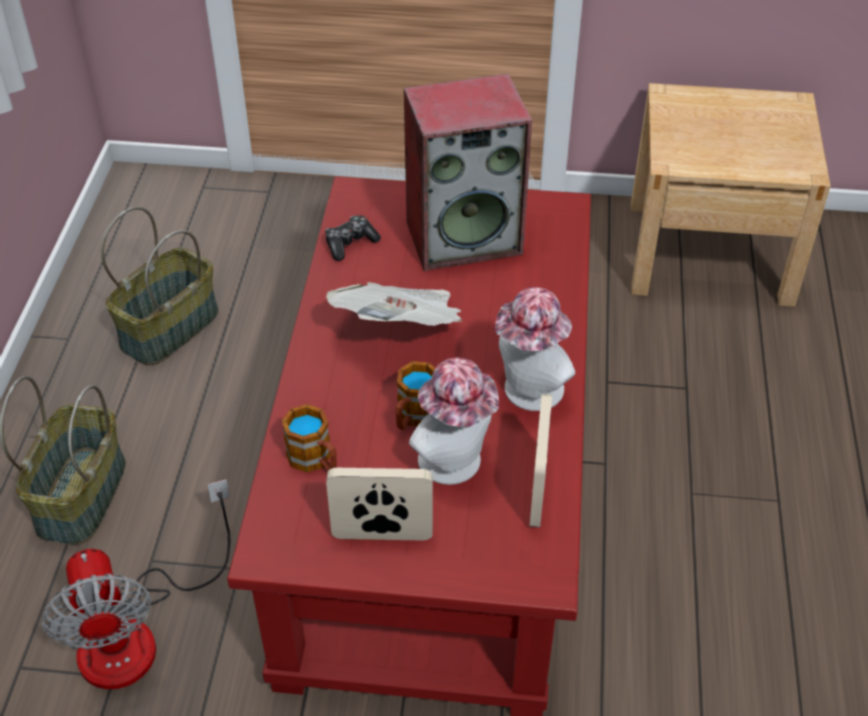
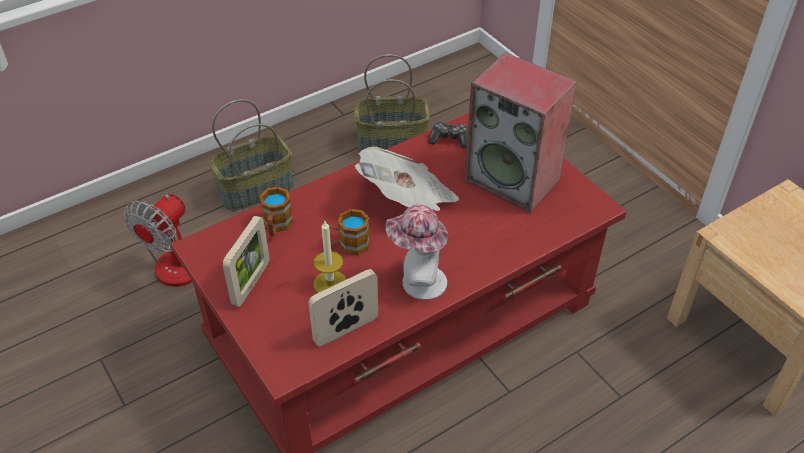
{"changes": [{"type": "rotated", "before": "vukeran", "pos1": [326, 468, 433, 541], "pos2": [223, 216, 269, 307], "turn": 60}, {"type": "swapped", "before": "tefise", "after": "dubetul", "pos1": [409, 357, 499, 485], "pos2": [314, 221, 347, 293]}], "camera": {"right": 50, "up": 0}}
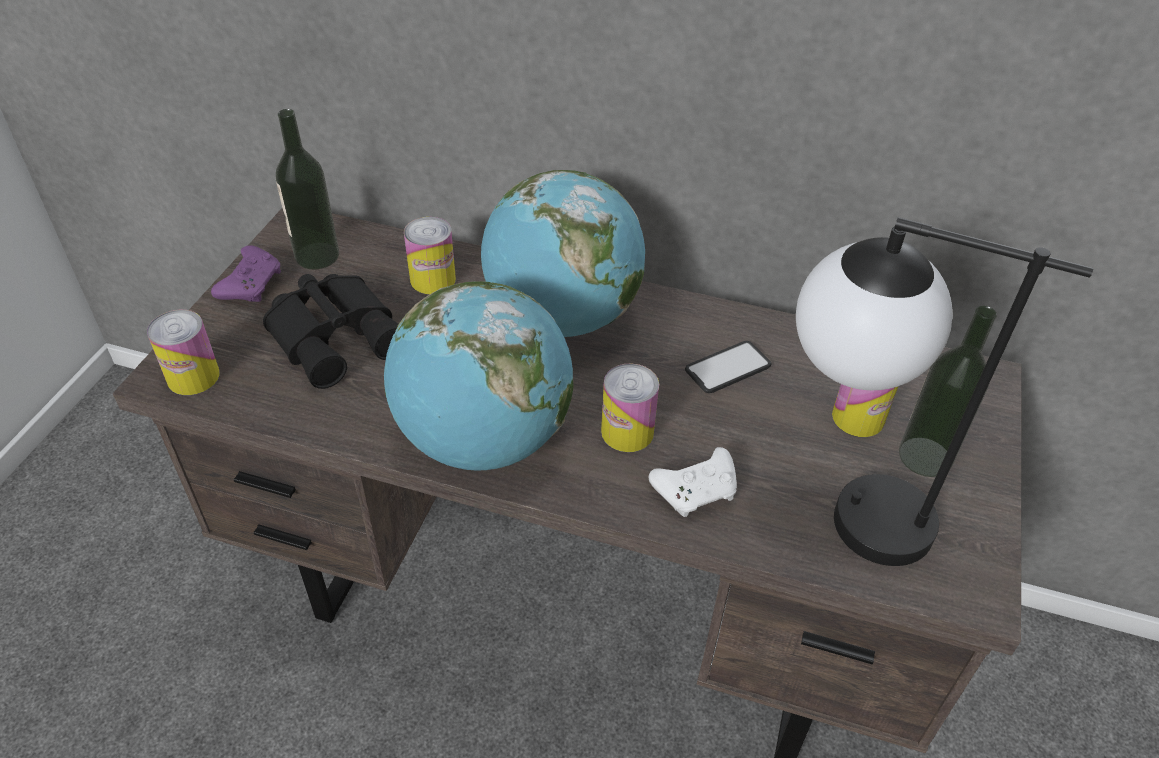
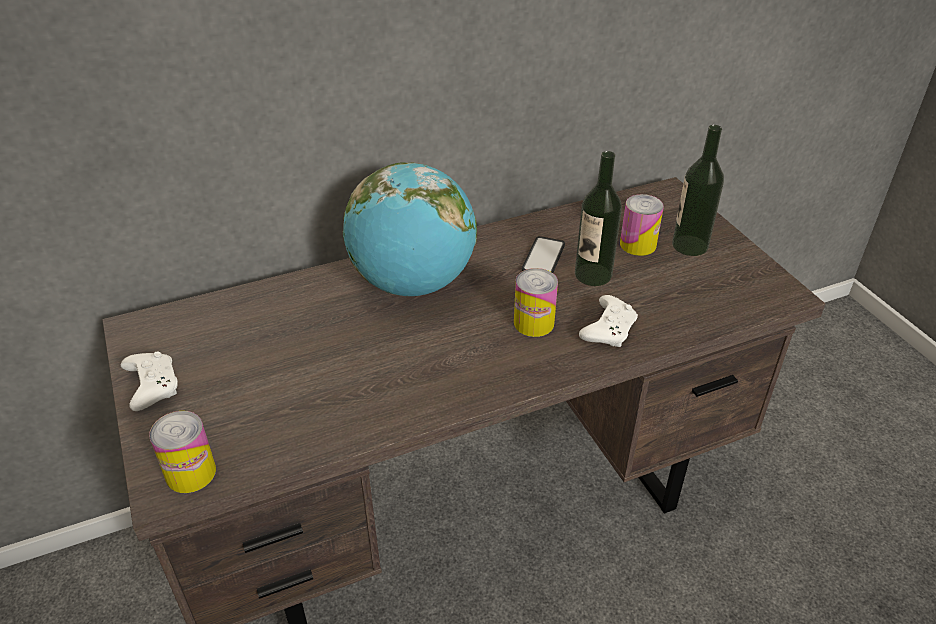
{"changes": [{"type": "repainted", "before": "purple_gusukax", "after": "white_gusukax", "pos1": [211, 245, 281, 302], "pos2": [121, 352, 178, 411]}, {"type": "shifted", "before": "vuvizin", "pos1": [276, 109, 339, 270], "pos2": [575, 151, 622, 286]}, {"type": "gone", "before": "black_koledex", "pos1": [263, 274, 398, 389]}, {"type": "gone", "before": "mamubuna", "pos1": [384, 281, 573, 470]}, {"type": "gone", "before": "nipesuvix", "pos1": [404, 217, 456, 294]}, {"type": "gone", "before": "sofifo", "pos1": [796, 217, 1093, 566]}], "camera": {"right": -40, "up": -5}}
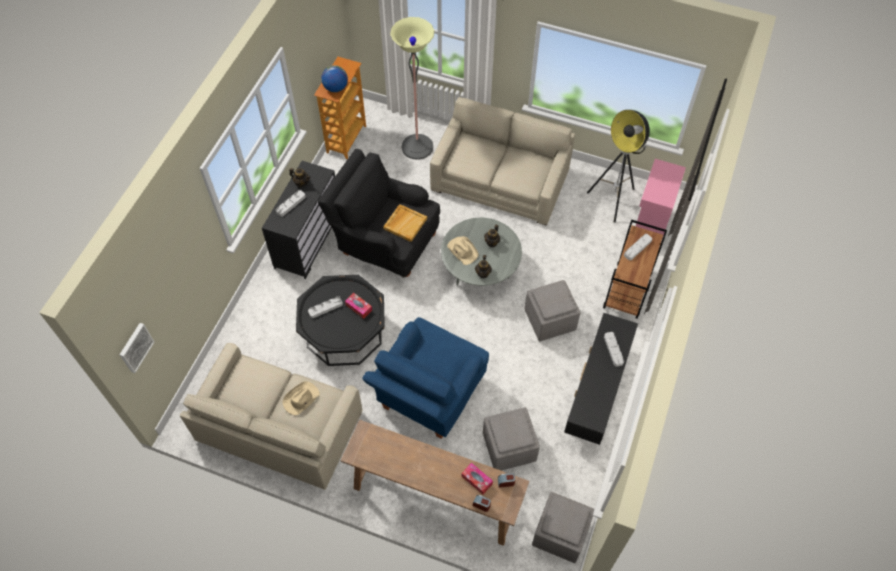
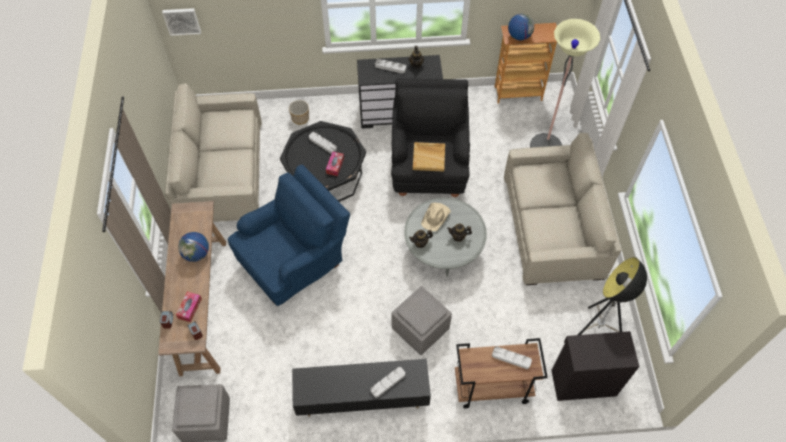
{"changes": [{"type": "new", "after": "mamubuna", "pos2": [178, 232, 209, 262]}, {"type": "rotated", "before": "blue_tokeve", "pos1": [362, 317, 489, 439], "pos2": [228, 164, 350, 306], "turn": 135}, {"type": "new", "after": "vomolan", "pos2": [289, 100, 309, 125]}, {"type": "repainted", "before": "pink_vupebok", "after": "black_vupebok", "pos1": [636, 159, 686, 238], "pos2": [551, 331, 639, 401]}, {"type": "gone", "before": "beige_tefise", "pos1": [283, 381, 320, 416]}, {"type": "gone", "before": "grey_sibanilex", "pos1": [483, 407, 540, 471]}], "camera": {"right": 65, "up": 0}}
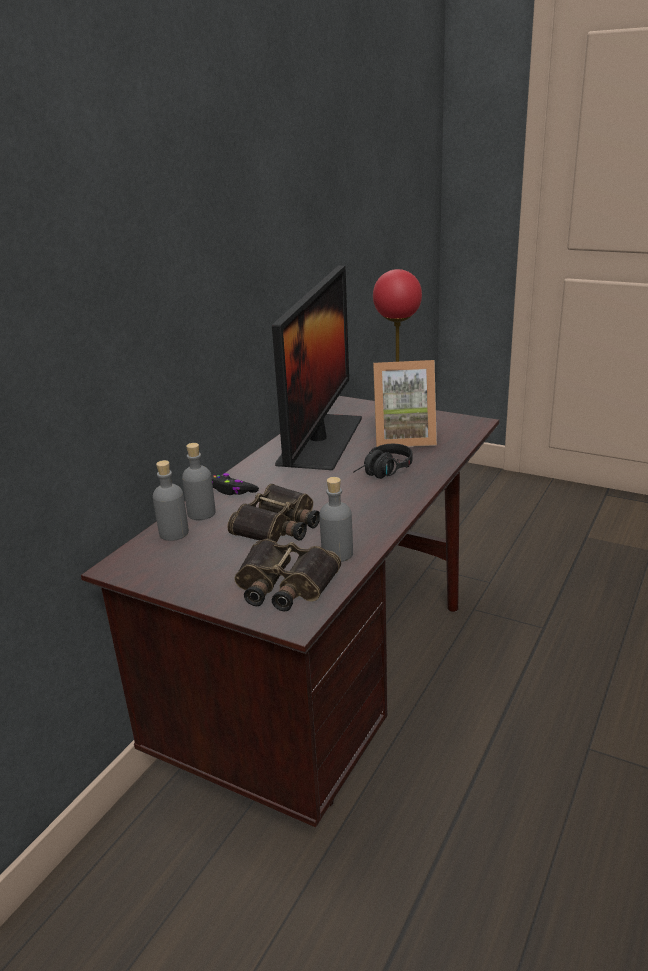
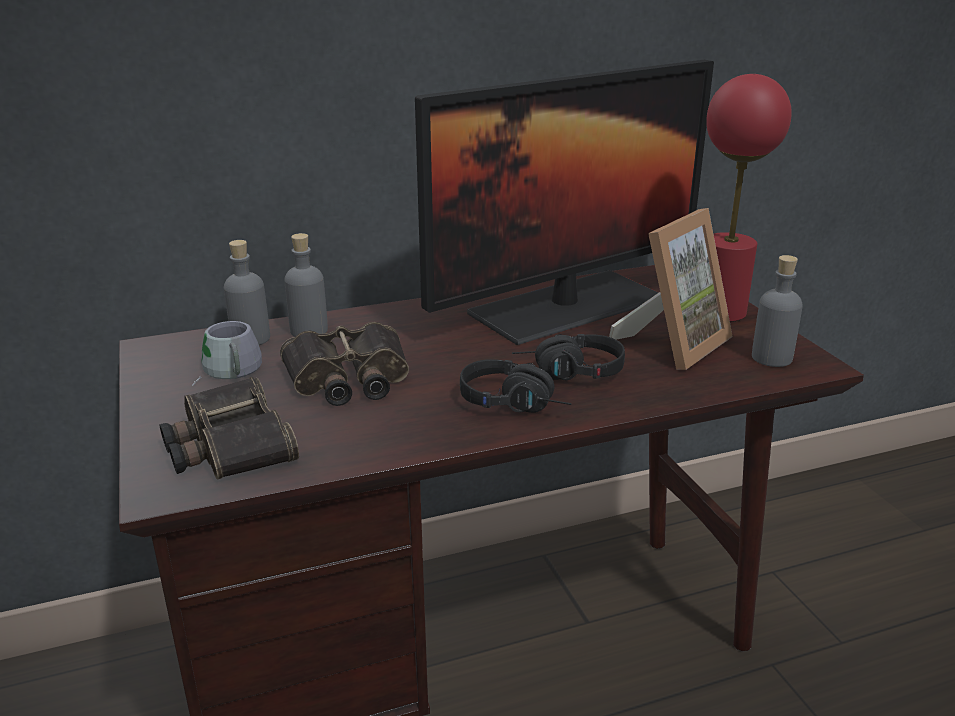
{"changes": [{"type": "new", "after": "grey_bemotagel", "pos2": [192, 321, 262, 386]}, {"type": "new", "after": "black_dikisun", "pos2": [460, 359, 572, 413]}, {"type": "rotated", "before": "vukeran", "pos1": [373, 360, 437, 447], "pos2": [609, 208, 733, 370], "turn": -90}, {"type": "shifted", "before": "grey_vuvizin", "pos1": [319, 477, 353, 562], "pos2": [752, 255, 803, 367]}, {"type": "gone", "before": "black_gusukax", "pos1": [211, 473, 259, 495]}], "camera": {"right": 40, "up": 0}}
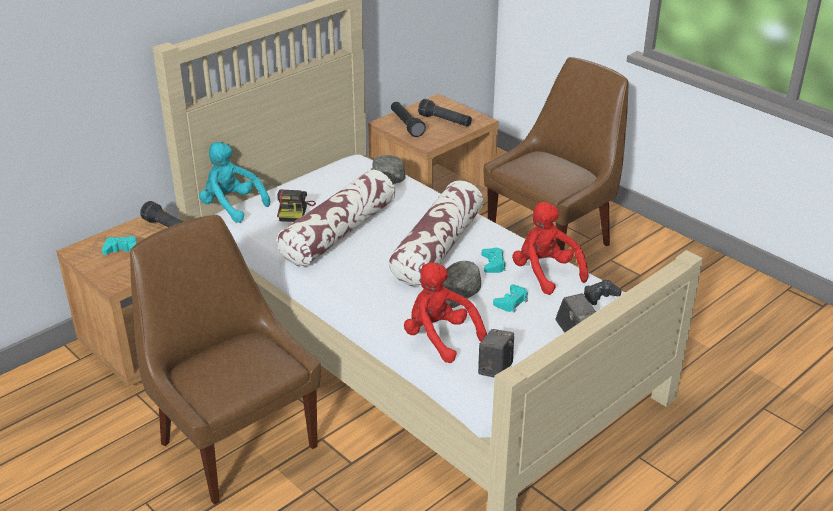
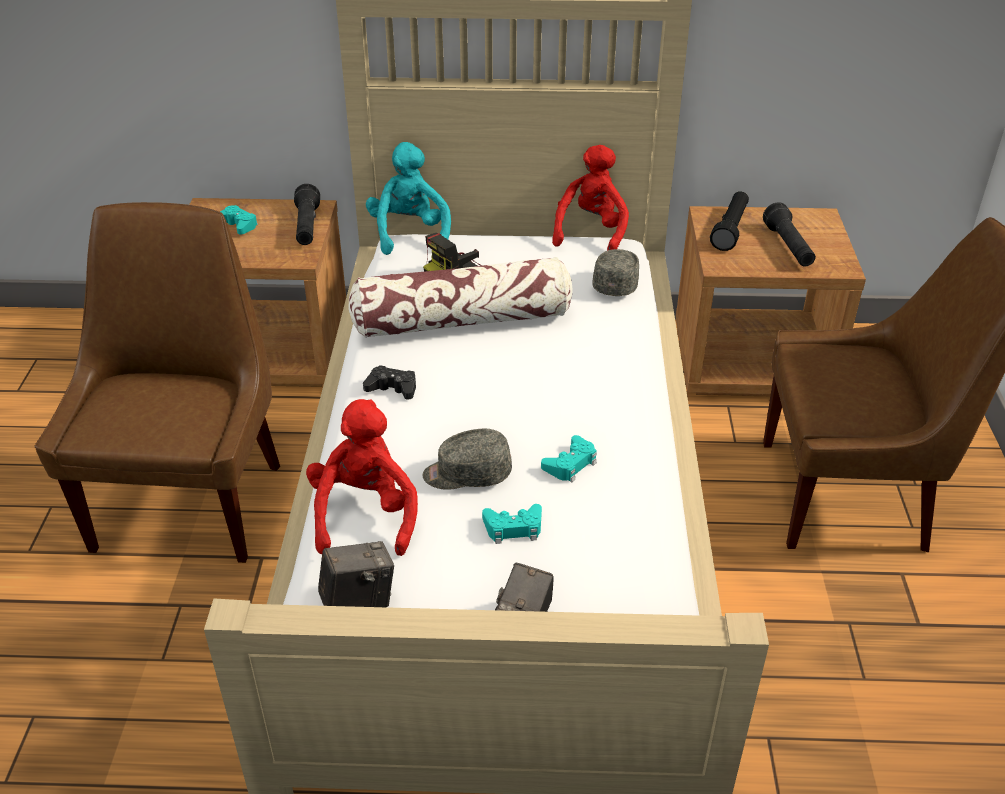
{"changes": [{"type": "shifted", "before": "black_gusukax", "pos1": [584, 279, 621, 305], "pos2": [363, 365, 416, 400]}, {"type": "shifted", "before": "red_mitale", "pos1": [512, 202, 589, 295], "pos2": [552, 145, 629, 251]}, {"type": "gone", "before": "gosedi", "pos1": [388, 180, 484, 286]}], "camera": {"right": 45, "up": 5}}
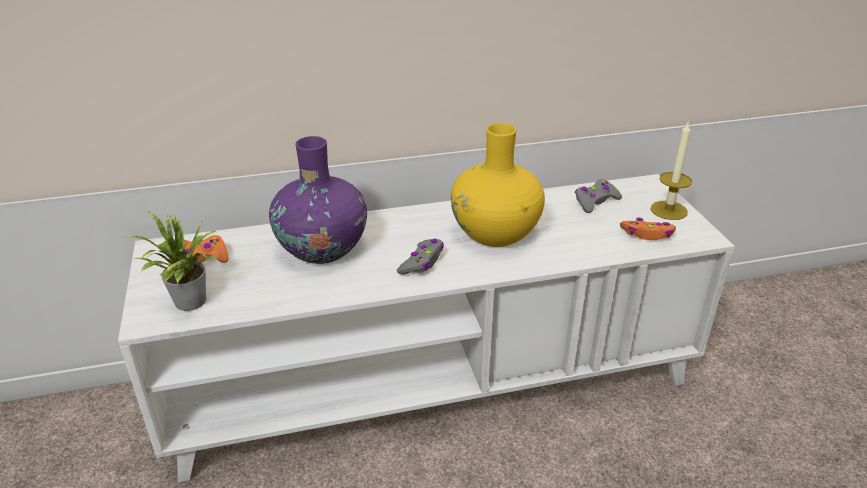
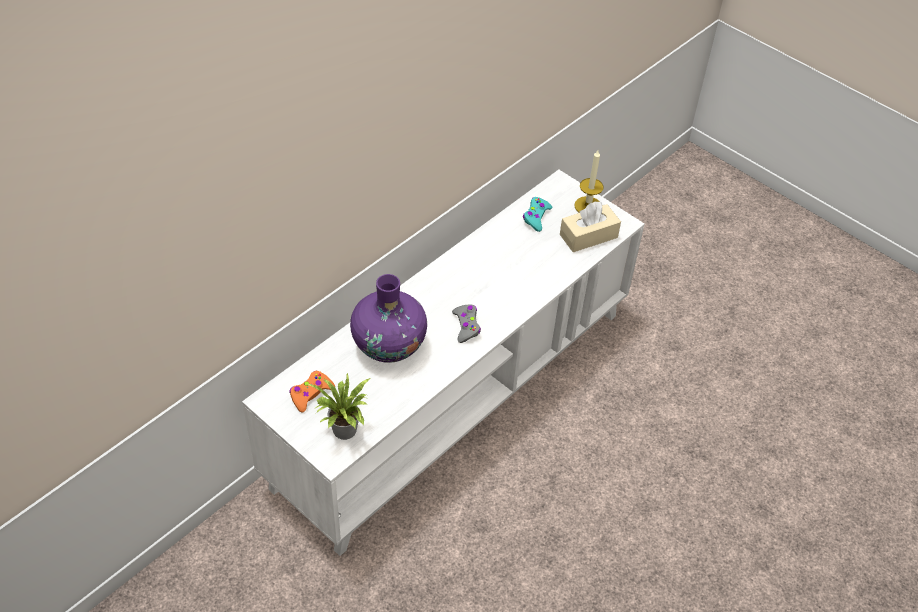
{"changes": [{"type": "repainted", "before": "grey_gusukax", "after": "turquoise_gusukax", "pos1": [575, 179, 622, 213], "pos2": [523, 197, 552, 232]}, {"type": "swapped", "before": "orange_gusukax", "after": "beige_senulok", "pos1": [620, 217, 676, 240], "pos2": [560, 202, 621, 252]}, {"type": "gone", "before": "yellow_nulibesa", "pos1": [451, 123, 545, 247]}], "camera": {"right": -35, "up": 15}}
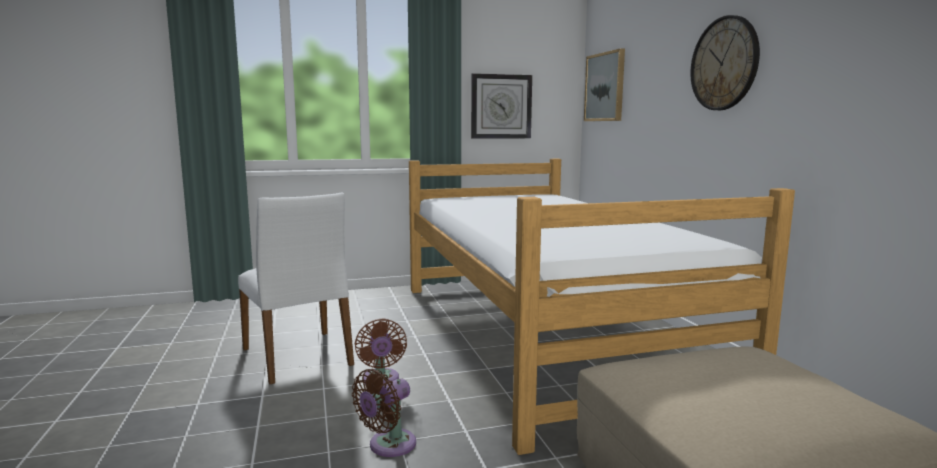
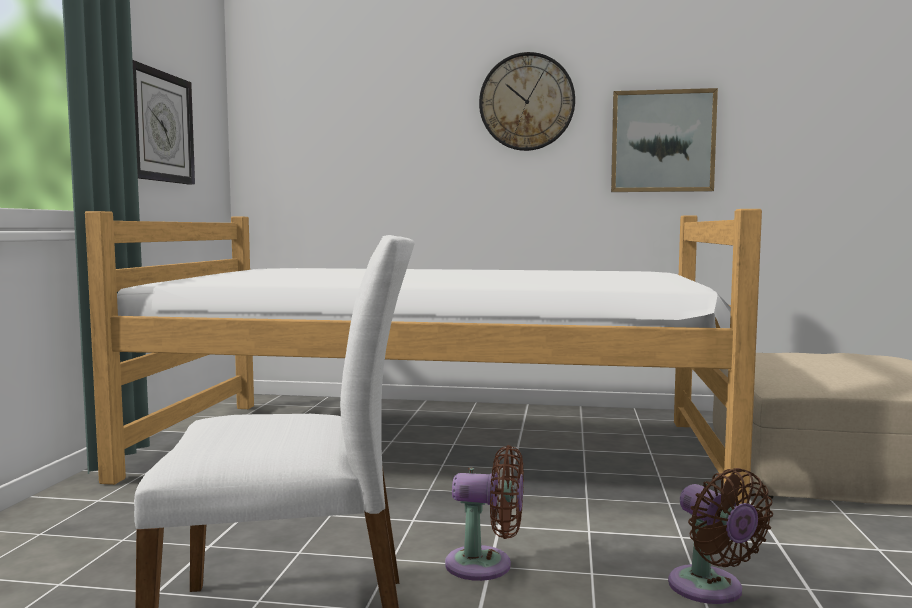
{"changes": [{"type": "shifted", "before": "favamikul", "pos1": [584, 48, 625, 121], "pos2": [611, 88, 718, 192]}], "camera": {"right": -65, "up": -5}}
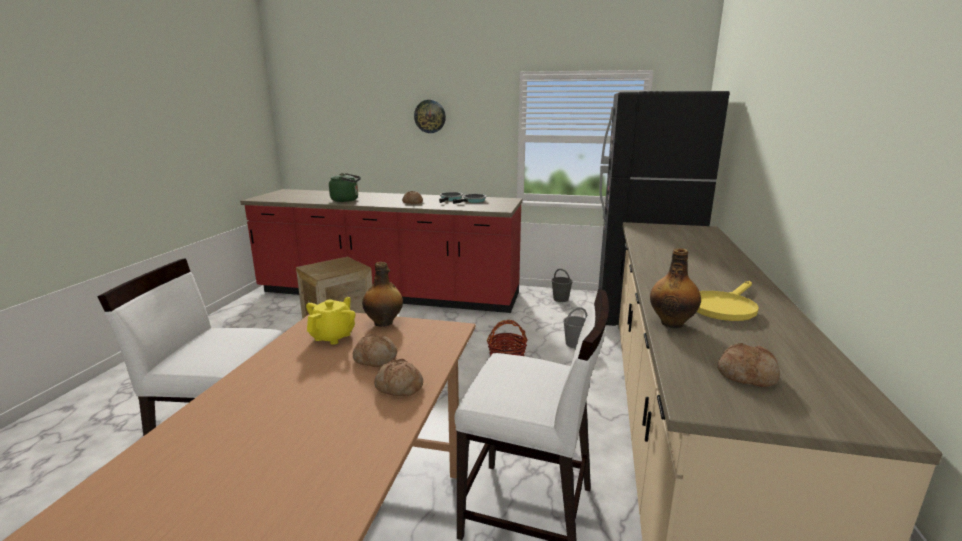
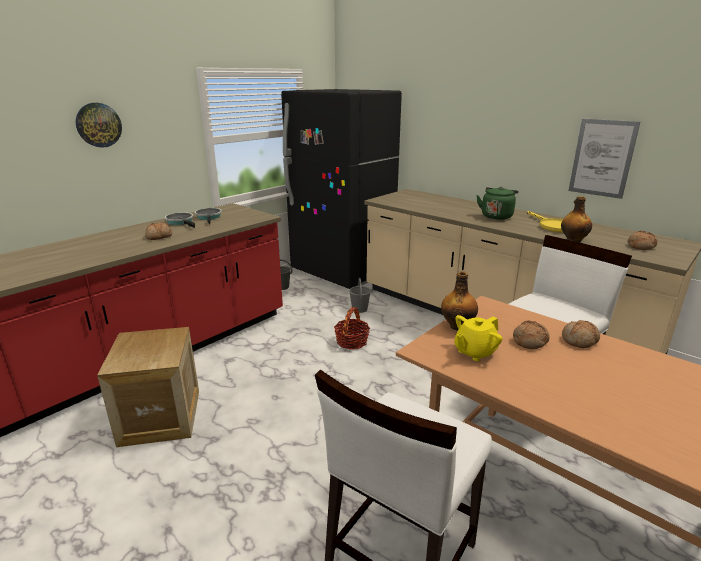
{"changes": [{"type": "rotated", "before": "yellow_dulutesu", "pos1": [306, 297, 355, 345], "pos2": [454, 315, 502, 361], "turn": -90}, {"type": "shifted", "before": "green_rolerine", "pos1": [329, 173, 361, 202], "pos2": [476, 187, 519, 220]}, {"type": "new", "after": "favamikul", "pos2": [568, 119, 640, 199]}], "camera": {"right": -60, "up": 5}}
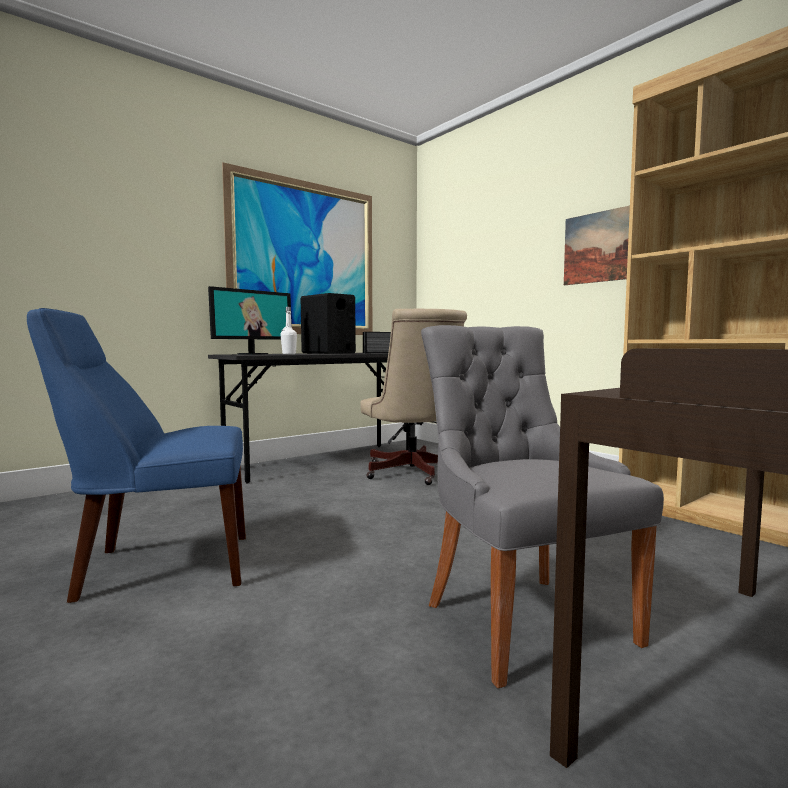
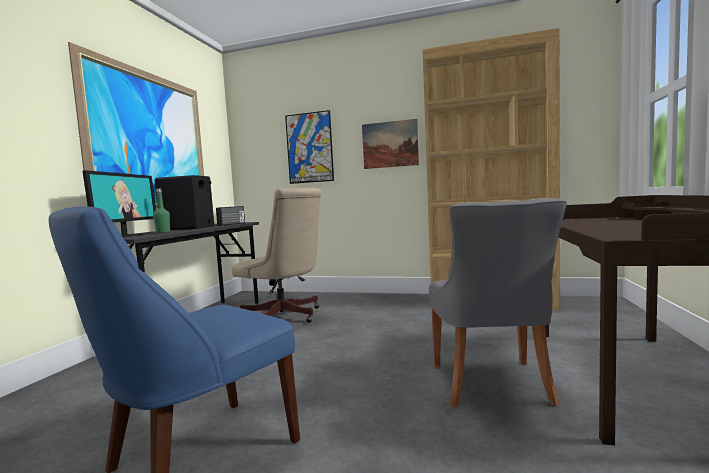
{"changes": [{"type": "repainted", "before": "white_vuvizin", "after": "green_vuvizin", "pos1": [281, 307, 297, 354], "pos2": [153, 189, 170, 233]}, {"type": "new", "after": "favamikul", "pos2": [285, 110, 334, 184]}, {"type": "rotated", "before": "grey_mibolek", "pos1": [421, 325, 664, 688], "pos2": [429, 198, 567, 408], "turn": -120}], "camera": {"right": -35, "up": 0}}
